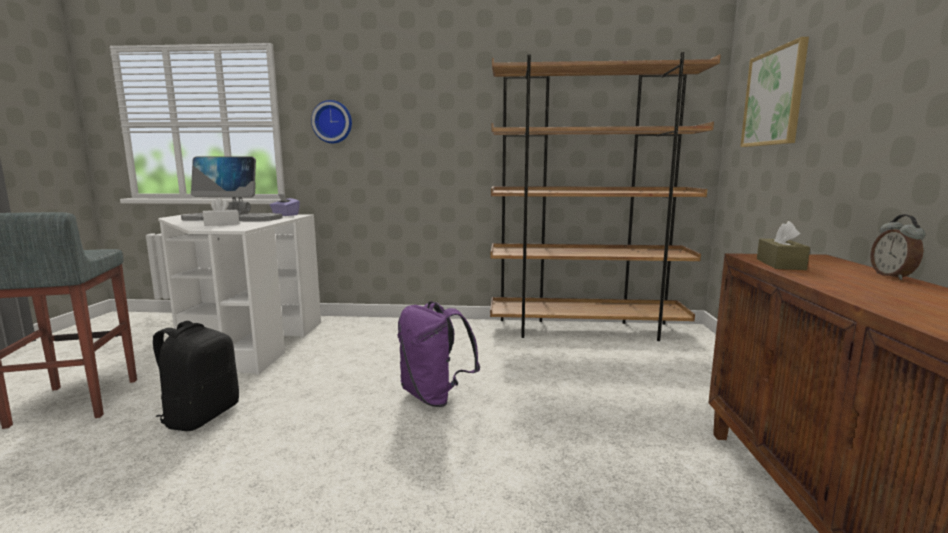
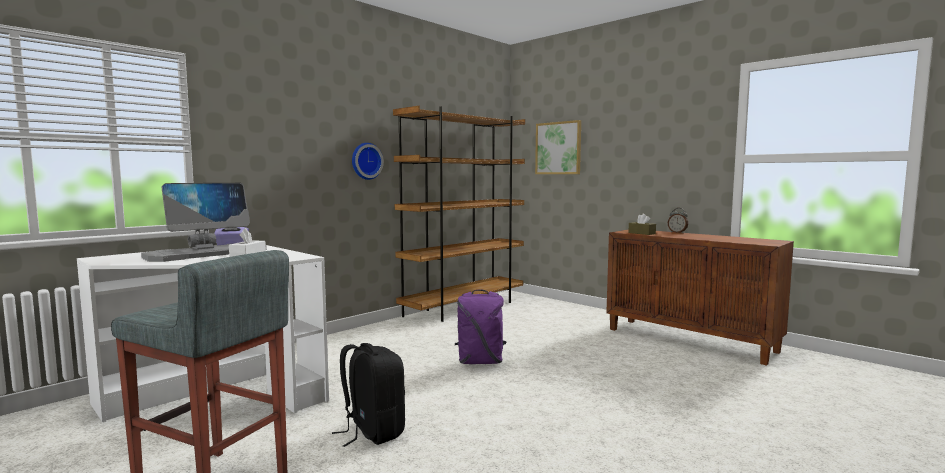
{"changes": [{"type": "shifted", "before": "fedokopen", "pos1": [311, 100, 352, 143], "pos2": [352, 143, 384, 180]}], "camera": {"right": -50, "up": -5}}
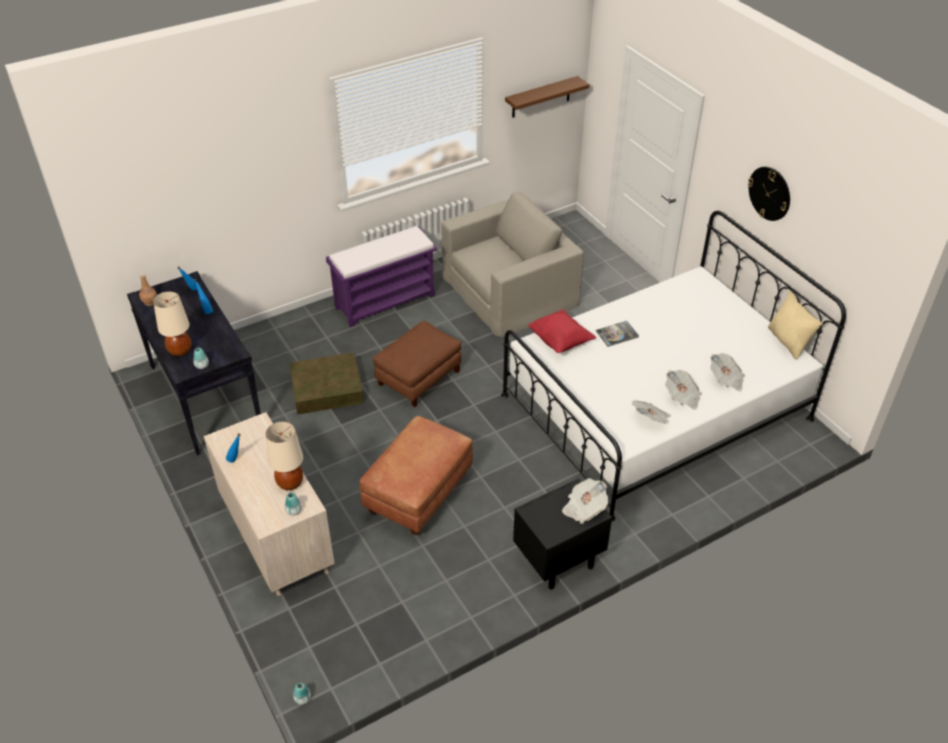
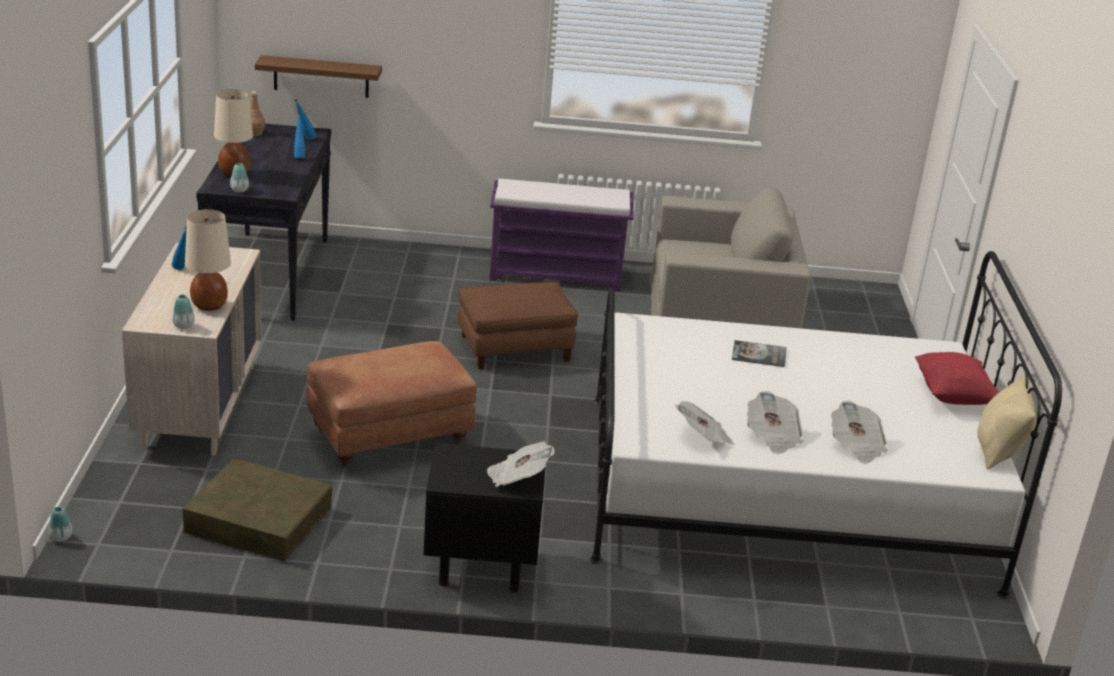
{"changes": [{"type": "shifted", "before": "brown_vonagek", "pos1": [289, 353, 364, 414], "pos2": [182, 458, 332, 562]}, {"type": "shifted", "before": "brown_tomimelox", "pos1": [505, 76, 589, 118], "pos2": [255, 55, 382, 98]}, {"type": "shifted", "before": "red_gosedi", "pos1": [528, 309, 596, 353], "pos2": [915, 352, 999, 405]}, {"type": "gone", "before": "fedokopen", "pos1": [748, 166, 790, 221]}], "camera": {"right": 30, "up": -15}}
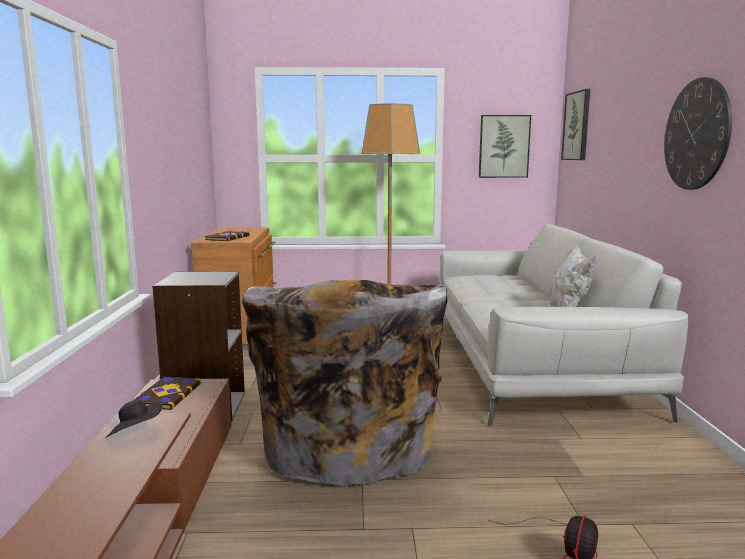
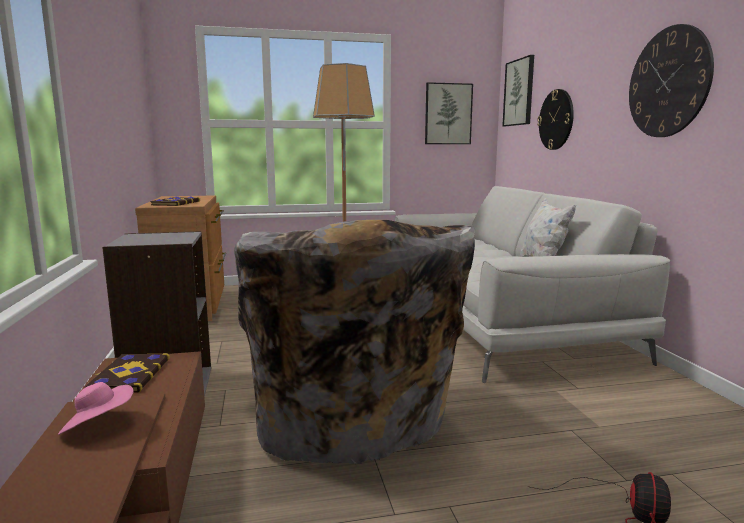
{"changes": [{"type": "repainted", "before": "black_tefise", "after": "pink_tefise", "pos1": [106, 399, 162, 437], "pos2": [58, 382, 133, 435]}, {"type": "new", "after": "fedokopen", "pos2": [537, 89, 574, 150]}], "camera": {"right": -10, "up": 0}}
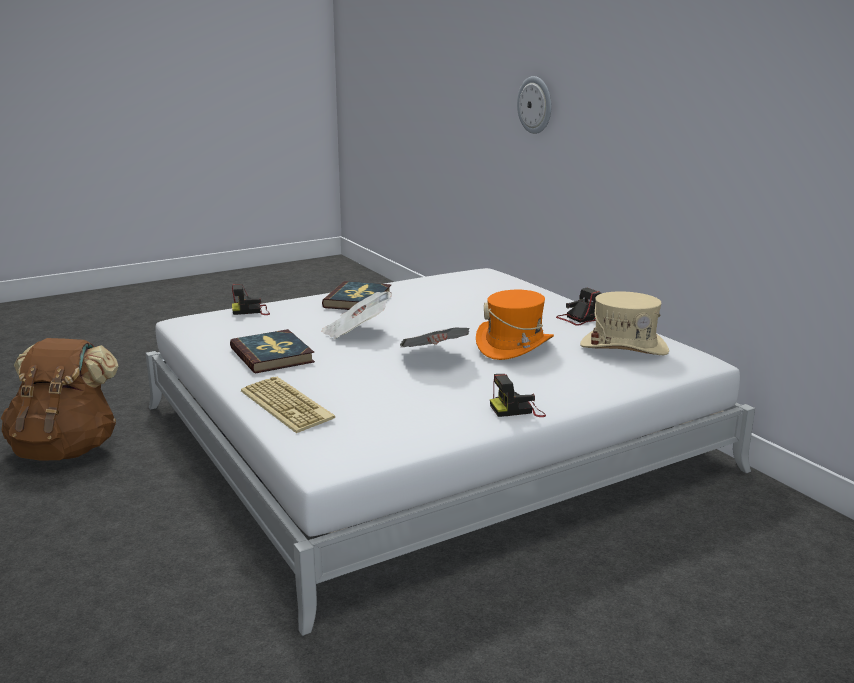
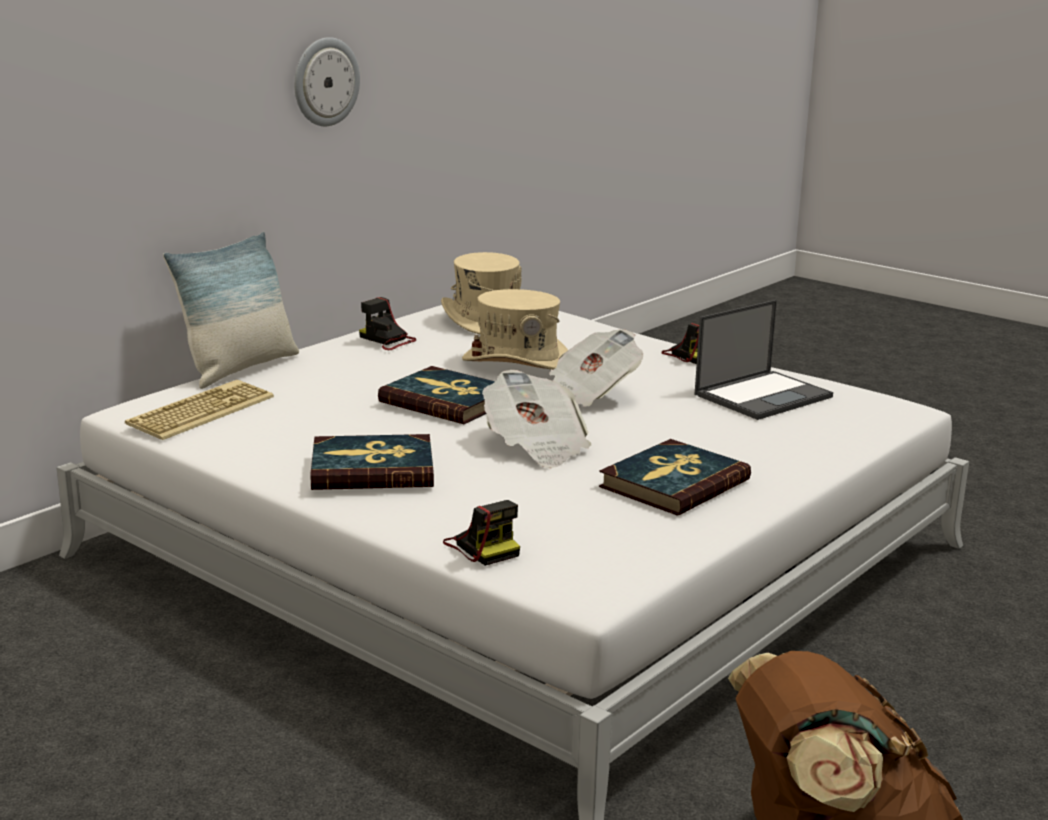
{"changes": [{"type": "shifted", "before": "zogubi", "pos1": [241, 377, 335, 433], "pos2": [125, 380, 274, 440]}, {"type": "new", "after": "gosedi", "pos2": [163, 232, 299, 389]}, {"type": "shifted", "before": "fedokopen", "pos1": [517, 76, 551, 134], "pos2": [294, 37, 360, 126]}, {"type": "new", "after": "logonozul", "pos2": [378, 366, 495, 424]}, {"type": "repainted", "before": "orange_tefise", "after": "beige_tefise", "pos1": [476, 290, 554, 360], "pos2": [462, 289, 568, 370]}, {"type": "new", "after": "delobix", "pos2": [695, 300, 833, 420]}], "camera": {"right": -110, "up": 0}}
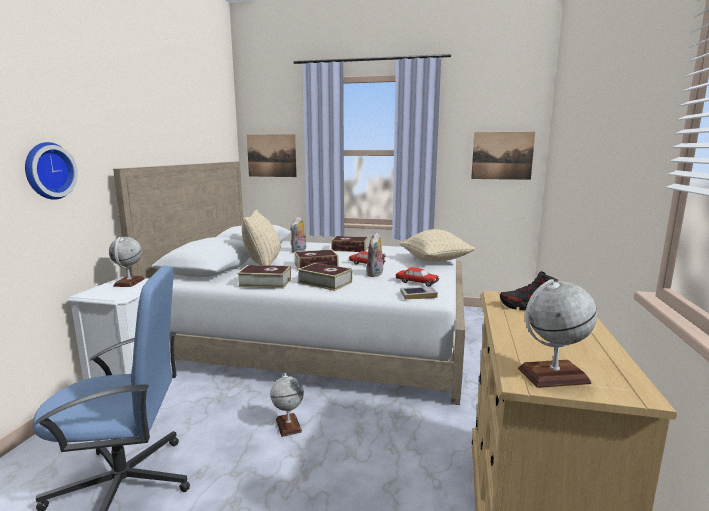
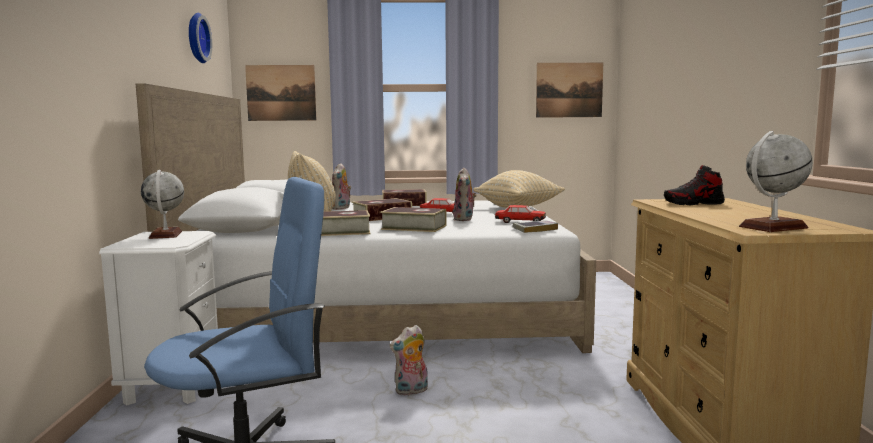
{"changes": [{"type": "shifted", "before": "fedokopen", "pos1": [25, 142, 78, 200], "pos2": [189, 13, 212, 63]}, {"type": "swapped", "before": "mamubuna", "after": "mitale", "pos1": [271, 373, 304, 437], "pos2": [390, 325, 428, 396]}], "camera": {"right": -15, "up": -5}}
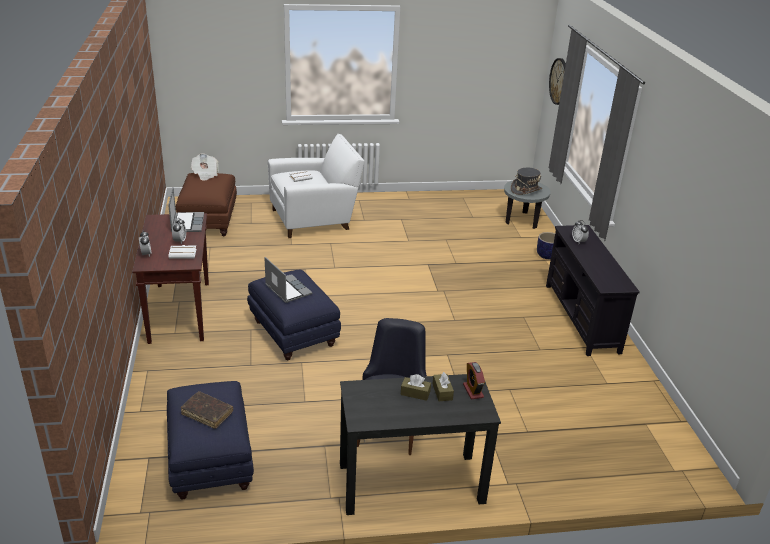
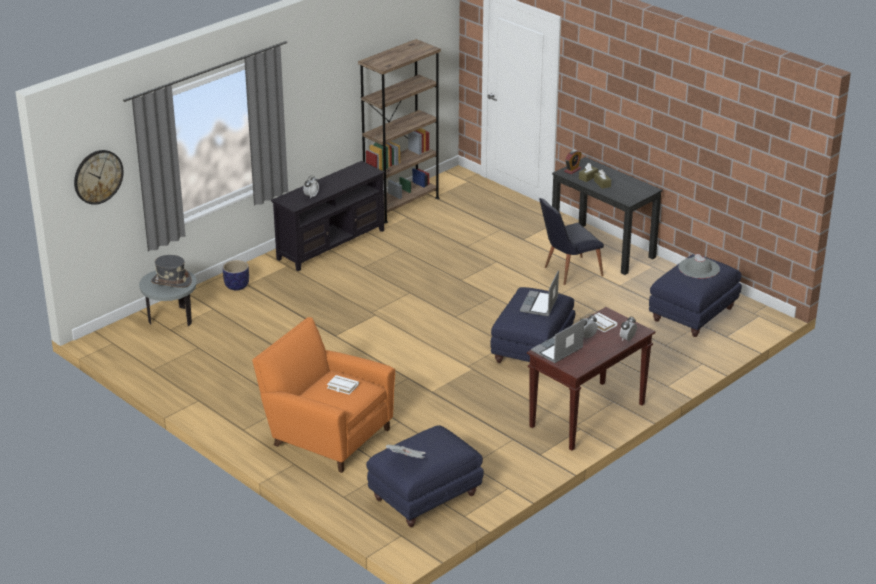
{"changes": [{"type": "repainted", "before": "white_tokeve", "after": "orange_tokeve", "pos1": [267, 134, 365, 238], "pos2": [252, 317, 395, 473]}, {"type": "new", "after": "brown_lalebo", "pos2": [358, 39, 441, 223]}, {"type": "repainted", "before": "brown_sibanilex", "after": "blue_sibanilex", "pos1": [176, 173, 237, 236], "pos2": [366, 426, 484, 527]}, {"type": "swapped", "before": "brown_logonozul", "after": "grey_tefise", "pos1": [181, 391, 233, 429], "pos2": [678, 254, 720, 278]}], "camera": {"right": -125, "up": 0}}
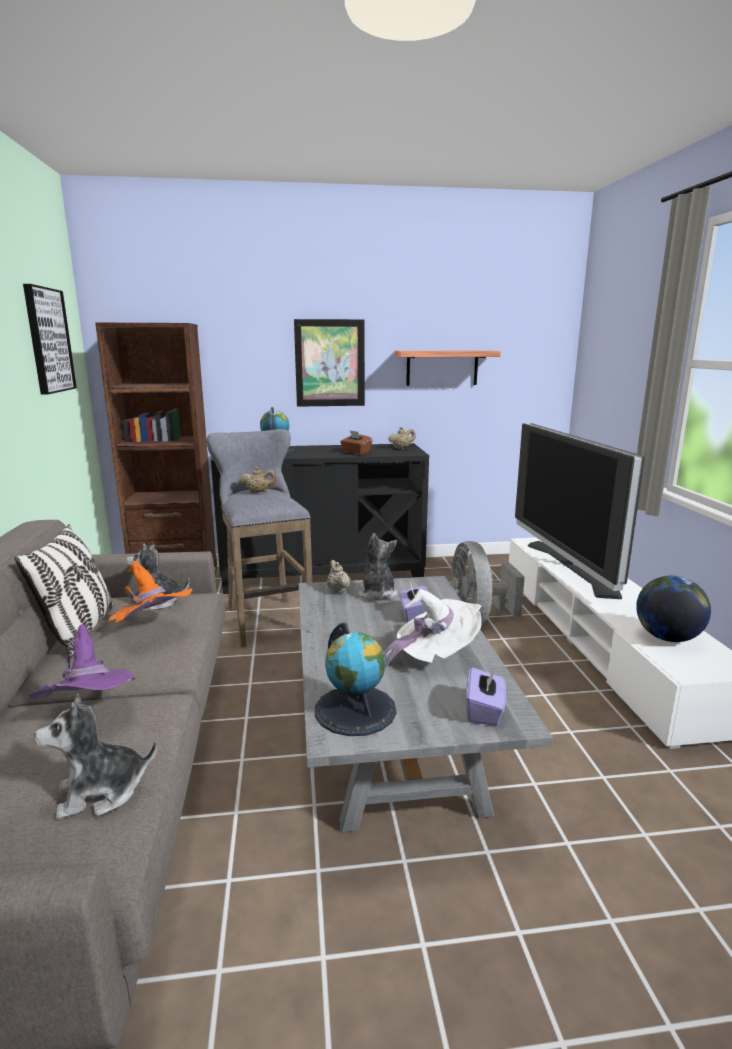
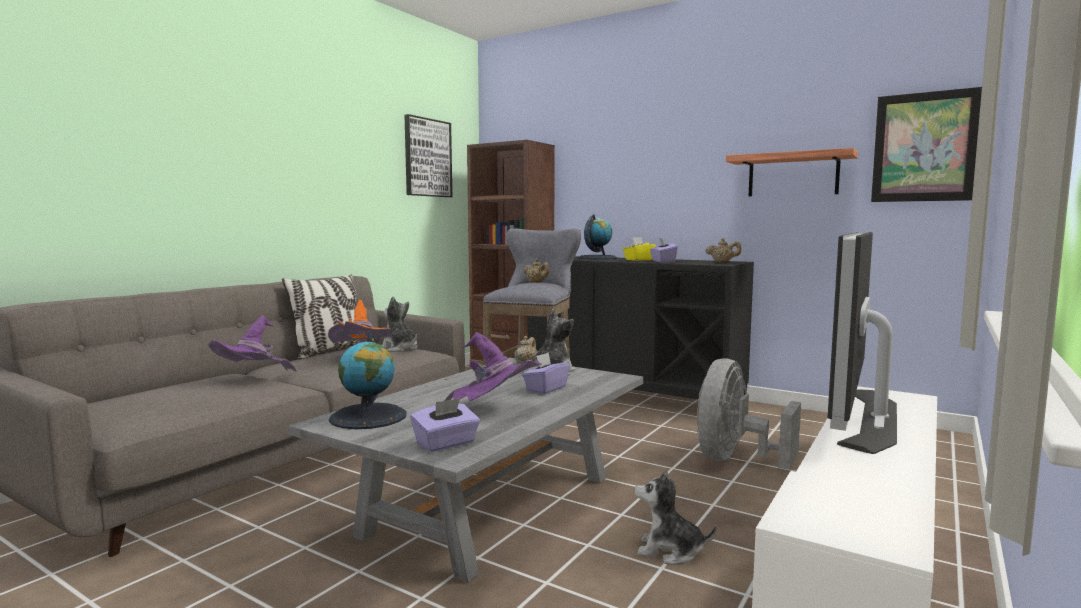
{"changes": [{"type": "repainted", "before": "white_tefise", "after": "purple_tefise", "pos1": [384, 589, 482, 668], "pos2": [444, 332, 542, 401]}, {"type": "new", "after": "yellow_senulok", "pos2": [623, 237, 656, 261]}, {"type": "shifted", "before": "mitale", "pos1": [34, 694, 157, 820], "pos2": [635, 471, 717, 564]}, {"type": "repainted", "before": "brown_senulok", "after": "purple_senulok", "pos1": [340, 430, 372, 455], "pos2": [650, 238, 678, 262]}, {"type": "shifted", "before": "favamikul", "pos1": [294, 319, 365, 407], "pos2": [871, 87, 982, 202]}, {"type": "gone", "before": "mamubuna", "pos1": [636, 576, 711, 642]}], "camera": {"right": 40, "up": -10}}
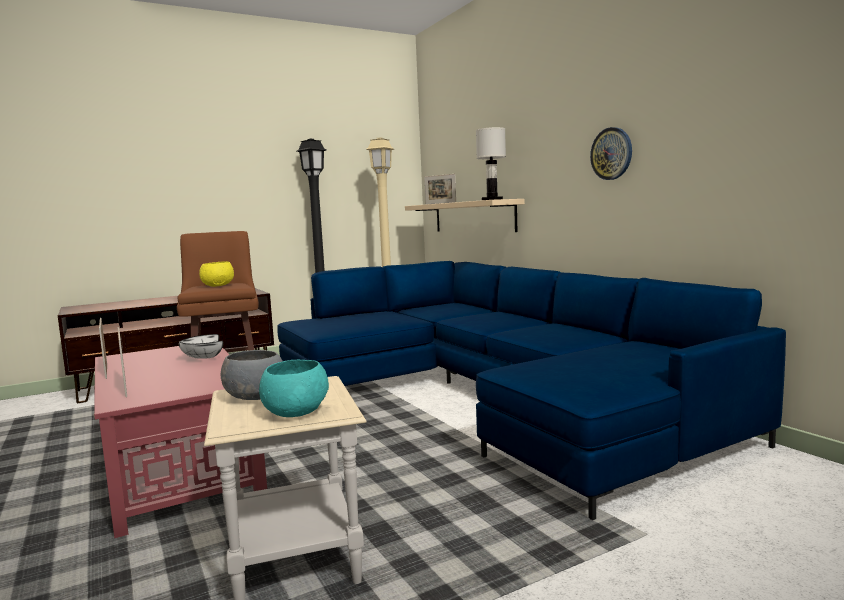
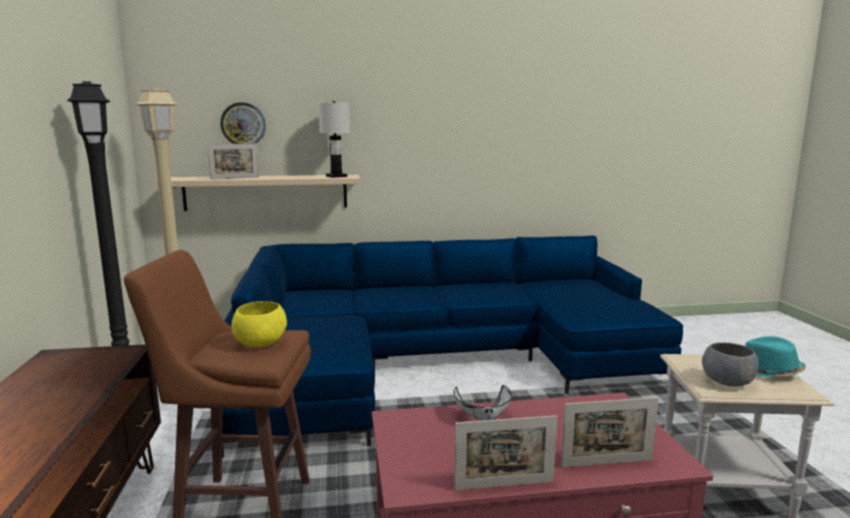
{"changes": [{"type": "shifted", "before": "fedokopen", "pos1": [590, 127, 632, 180], "pos2": [220, 102, 266, 144]}, {"type": "swapped", "before": "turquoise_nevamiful", "after": "turquoise_tefise", "pos1": [259, 360, 329, 417], "pos2": [745, 336, 806, 378]}], "camera": {"right": -70, "up": 5}}
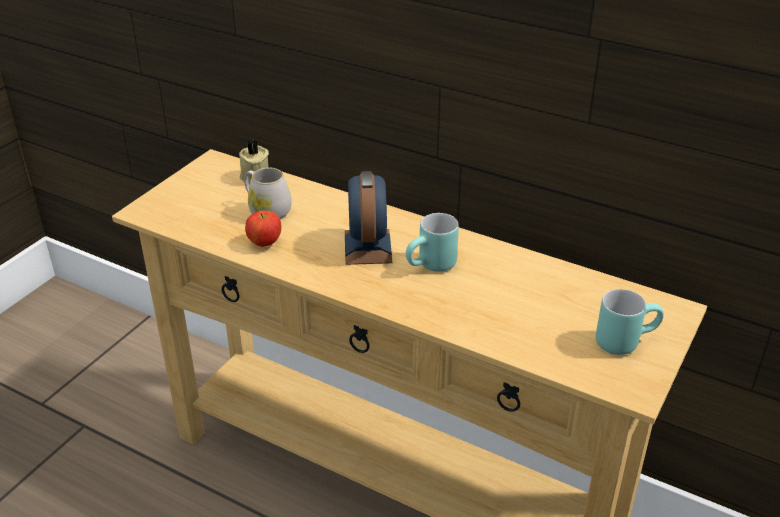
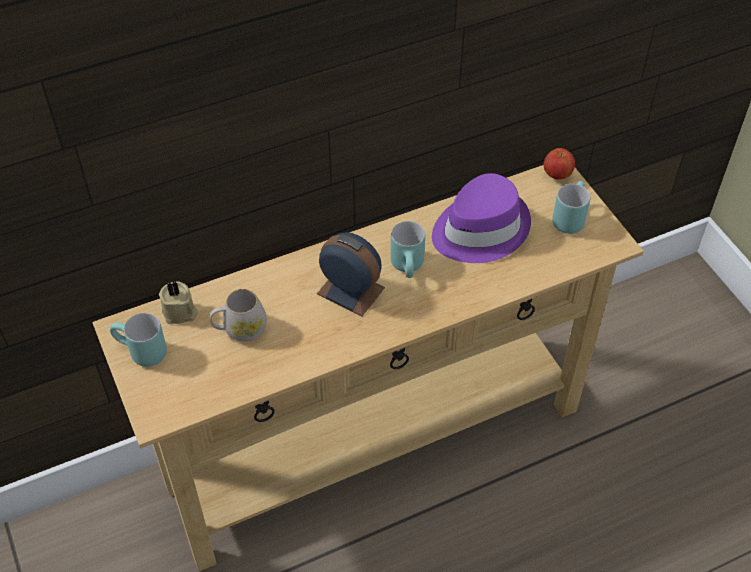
{"changes": [{"type": "new", "after": "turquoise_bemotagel", "pos2": [110, 313, 167, 367]}, {"type": "new", "after": "purple_tefise", "pos2": [432, 173, 531, 263]}, {"type": "shifted", "before": "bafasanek", "pos1": [245, 210, 282, 247], "pos2": [544, 148, 575, 179]}], "camera": {"right": -55, "up": 15}}
